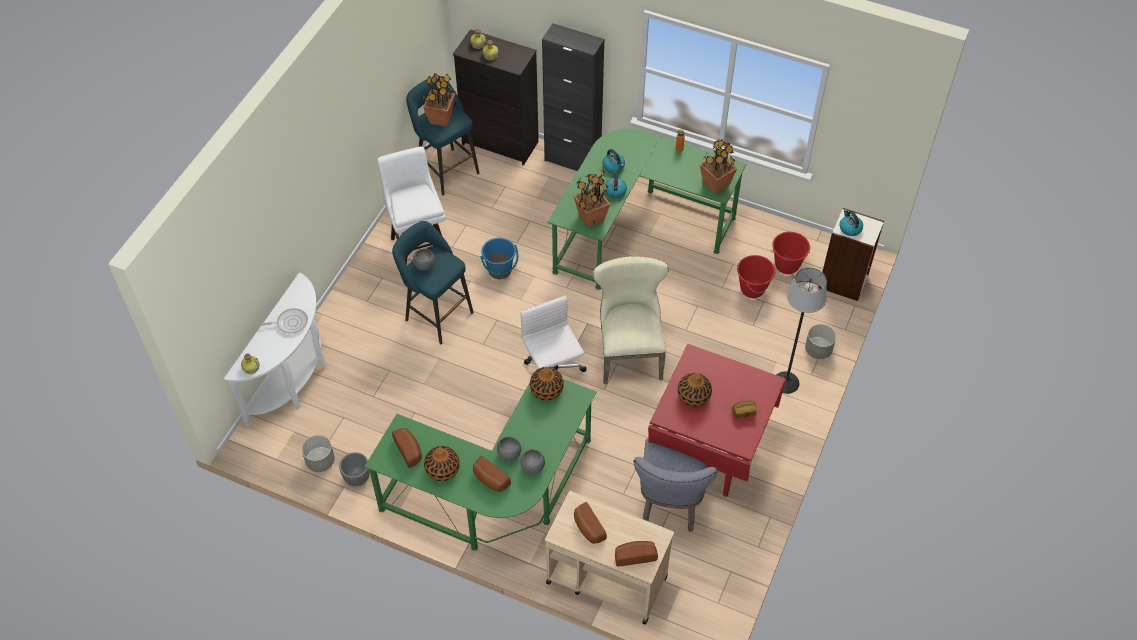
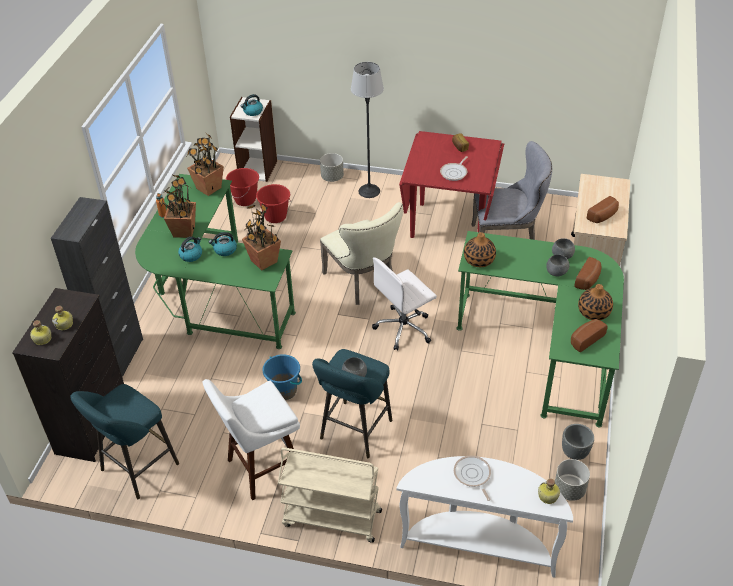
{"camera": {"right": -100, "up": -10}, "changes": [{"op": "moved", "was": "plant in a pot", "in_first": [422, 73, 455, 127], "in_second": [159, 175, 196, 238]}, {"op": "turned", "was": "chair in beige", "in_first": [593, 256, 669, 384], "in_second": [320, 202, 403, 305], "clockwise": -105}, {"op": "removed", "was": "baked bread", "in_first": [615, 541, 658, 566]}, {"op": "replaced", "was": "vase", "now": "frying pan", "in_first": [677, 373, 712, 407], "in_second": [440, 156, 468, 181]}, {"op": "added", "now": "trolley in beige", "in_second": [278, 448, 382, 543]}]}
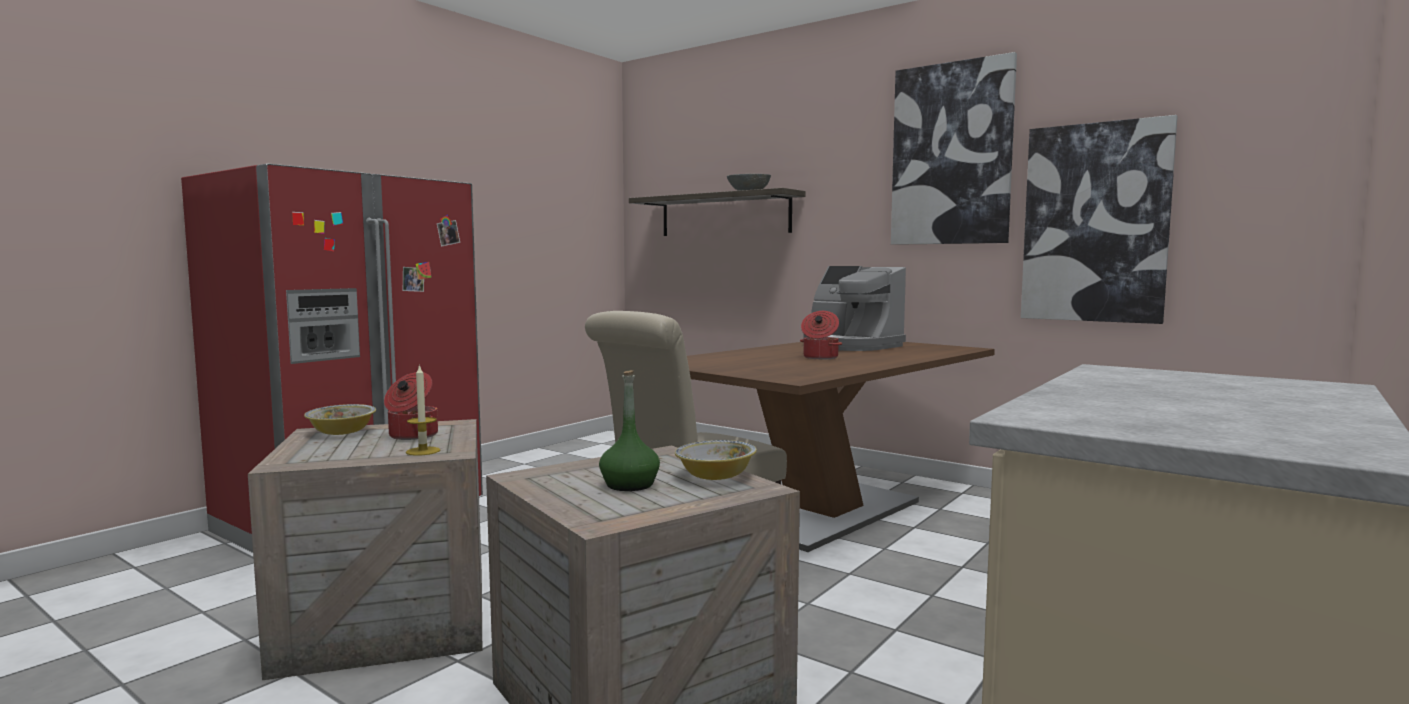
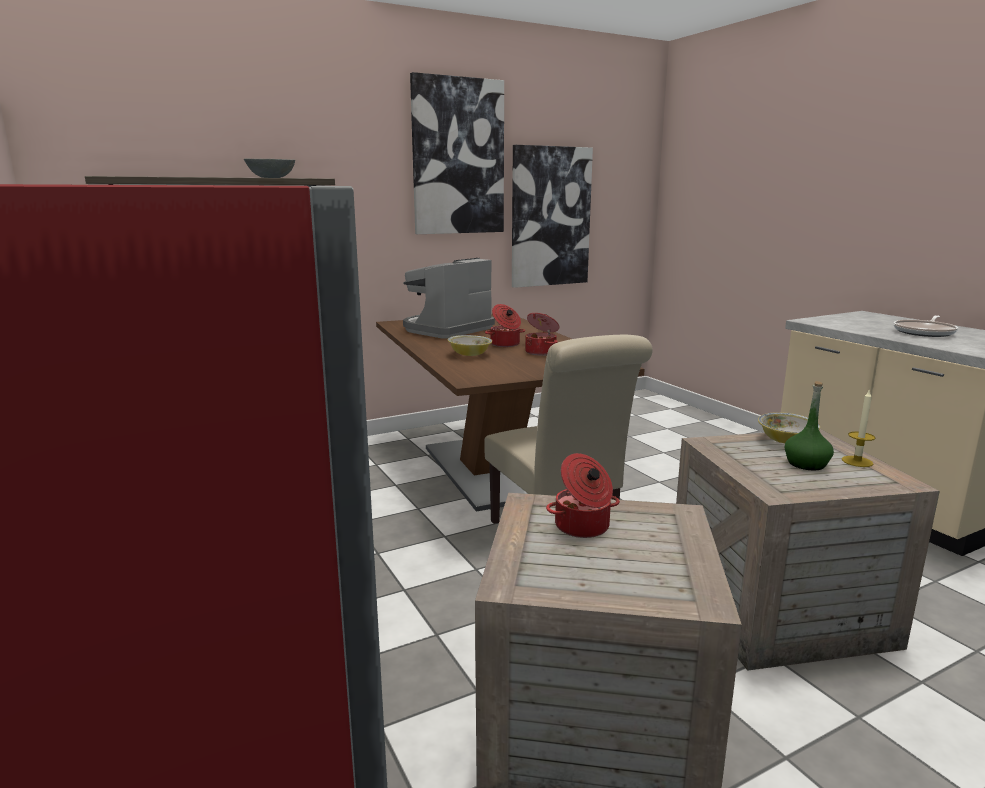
{"camera": {"right": -65, "up": 10}, "changes": [{"op": "moved", "was": "serving bowl", "in_first": [304, 404, 376, 435], "in_second": [448, 335, 492, 356]}, {"op": "moved", "was": "wax candle", "in_first": [406, 364, 440, 456], "in_second": [842, 389, 875, 467]}, {"op": "turned", "was": "coffee maker", "in_first": [804, 266, 906, 351], "in_second": [403, 258, 495, 339], "clockwise": 150}, {"op": "added", "now": "saucepot", "in_second": [525, 313, 559, 356]}, {"op": "added", "now": "frying pan", "in_second": [894, 315, 958, 337]}]}
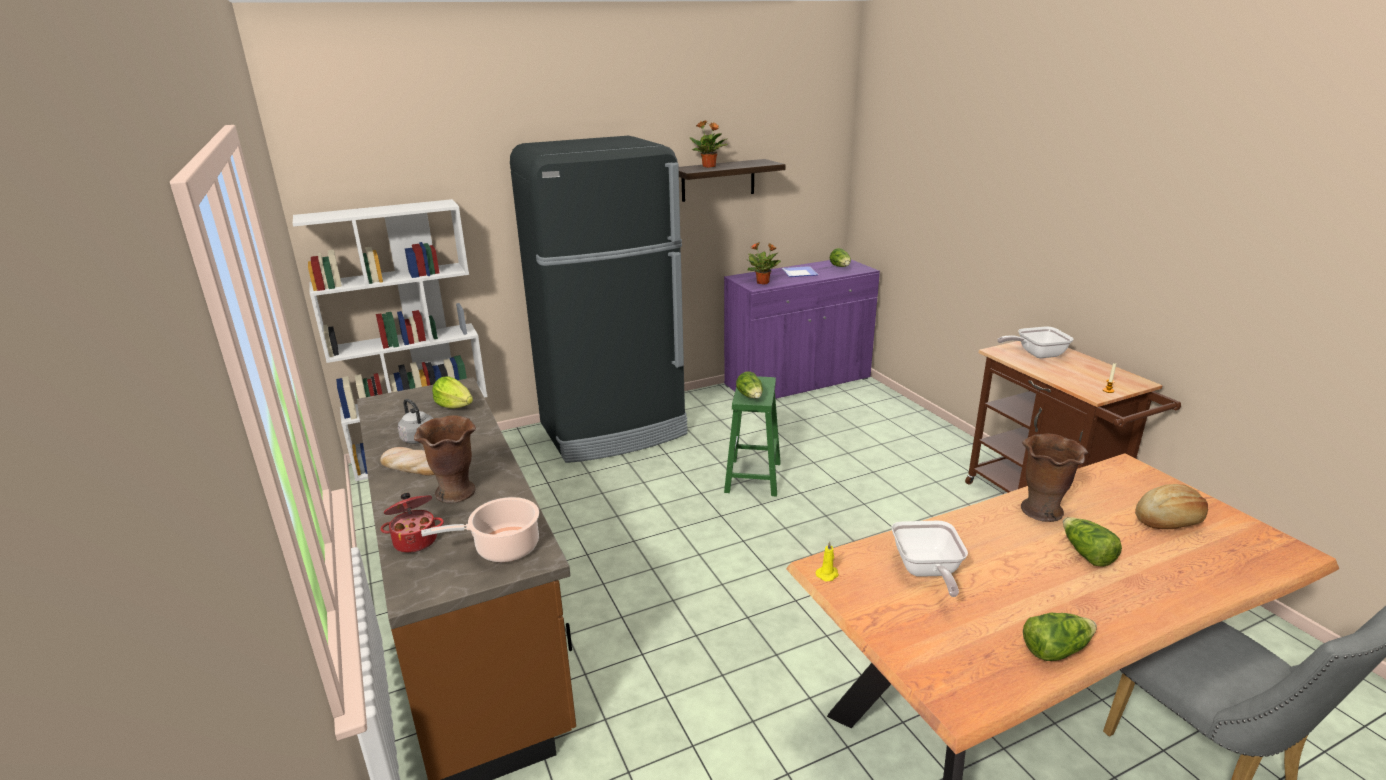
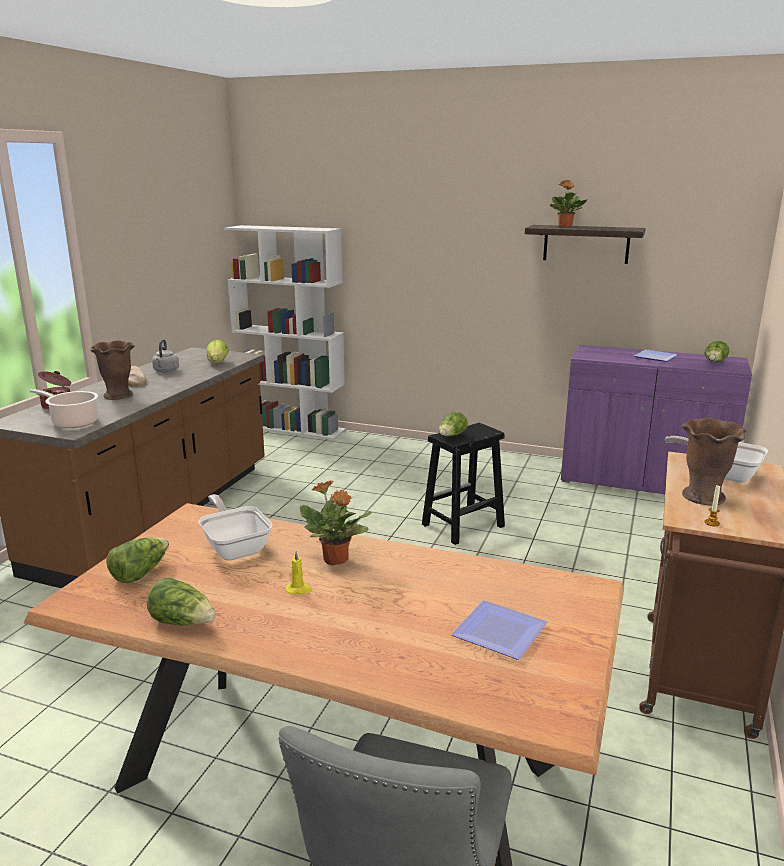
{"camera": {"right": 45, "up": -5}, "changes": [{"op": "removed", "was": "kitchen fridge in black-coloured", "in_first": [510, 136, 688, 463]}, {"op": "recoloured", "was": "sitting stool in greenish", "now": "sitting stool in black-coloured", "in_first": [724, 376, 781, 497], "in_second": [422, 423, 505, 545]}, {"op": "moved", "was": "plant in a pot", "in_first": [746, 242, 781, 285], "in_second": [300, 481, 372, 565]}, {"op": "moved", "was": "wax candle in yellow", "in_first": [815, 541, 839, 582], "in_second": [285, 551, 313, 595]}, {"op": "turned", "was": "frying pan", "in_first": [891, 521, 968, 597], "in_second": [198, 494, 273, 560], "clockwise": 105}, {"op": "moved", "was": "vase in brownish", "in_first": [1021, 433, 1088, 522], "in_second": [682, 418, 746, 506]}, {"op": "moved", "was": "head of lettuce", "in_first": [1063, 517, 1122, 567], "in_second": [106, 537, 169, 583]}, {"op": "replaced", "was": "baked bread", "now": "flat dish", "in_first": [1135, 484, 1208, 529], "in_second": [451, 600, 548, 660]}]}
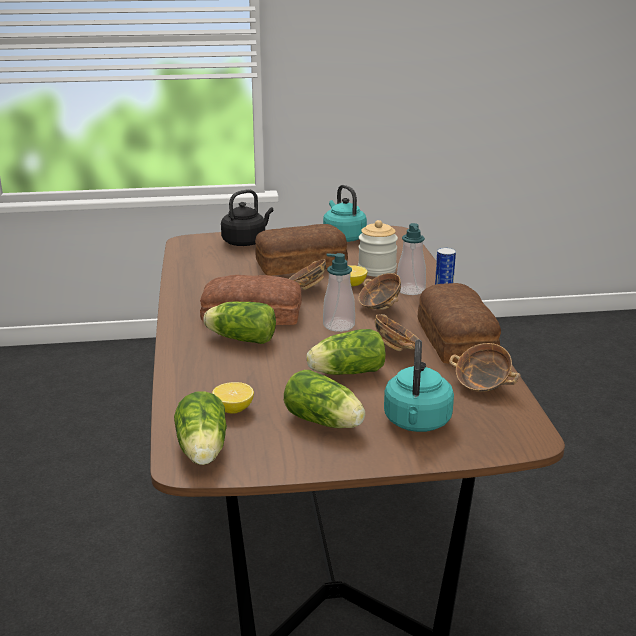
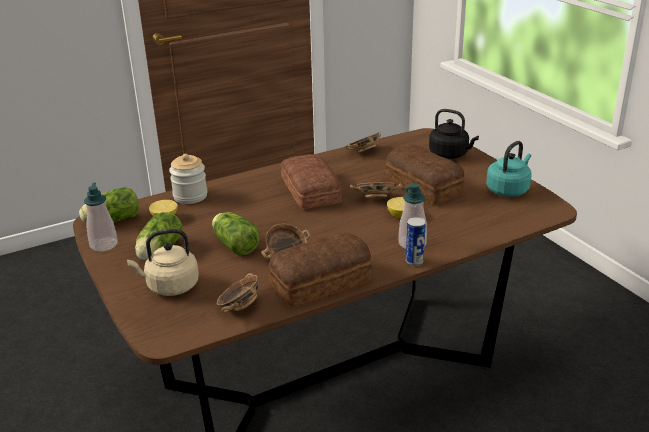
{"camera": {"right": 70, "up": 5}, "changes": [{"op": "removed", "was": "head of lettuce", "in_first": [203, 302, 276, 344]}, {"op": "moved", "was": "soap dispenser", "in_first": [323, 253, 355, 332], "in_second": [84, 182, 118, 252]}, {"op": "moved", "was": "storage jar", "in_first": [358, 220, 398, 277], "in_second": [169, 154, 207, 204]}, {"op": "moved", "was": "serving bowl", "in_first": [358, 273, 401, 310], "in_second": [346, 132, 381, 153]}, {"op": "recoloured", "was": "water kettle in turquoise", "now": "water kettle in beige", "in_first": [384, 339, 454, 432], "in_second": [127, 229, 199, 296]}]}
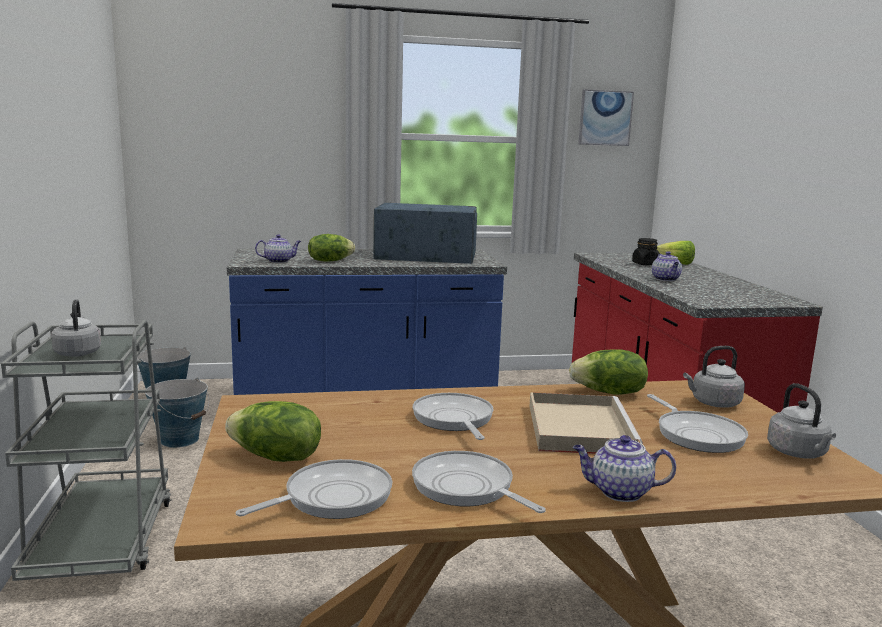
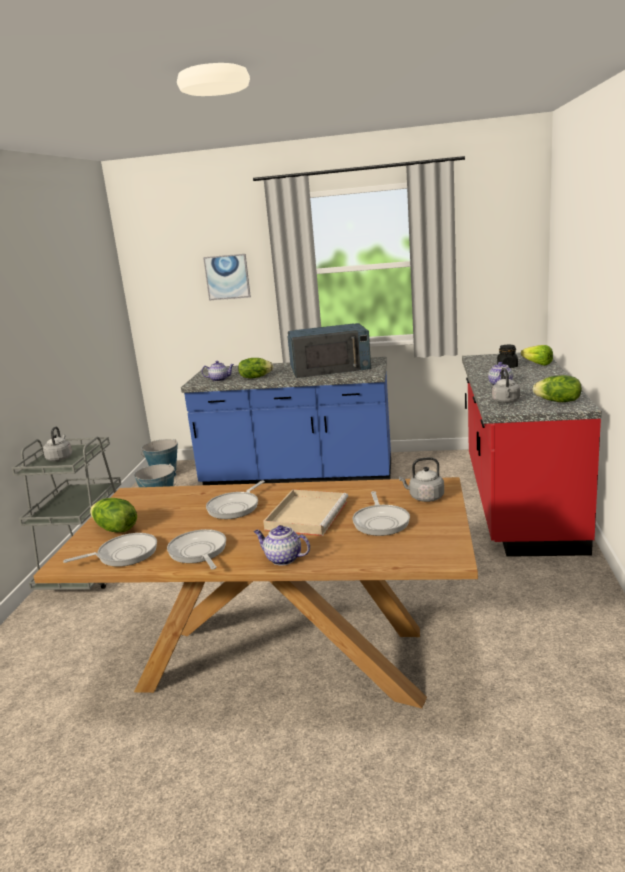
{"camera": {"right": 20, "up": 5}, "changes": [{"op": "turned", "was": "microwave oven in blue-coloured", "in_first": [373, 203, 477, 264], "in_second": [288, 323, 371, 378], "clockwise": 150}, {"op": "turned", "was": "frying pan", "in_first": [412, 393, 494, 440], "in_second": [206, 480, 265, 519], "clockwise": -150}, {"op": "moved", "was": "head of lettuce", "in_first": [569, 349, 648, 395], "in_second": [533, 375, 582, 402]}, {"op": "moved", "was": "wall picture", "in_first": [578, 89, 634, 146], "in_second": [203, 254, 251, 300]}, {"op": "moved", "was": "water kettle in gray", "in_first": [767, 383, 836, 459], "in_second": [492, 368, 520, 403]}]}
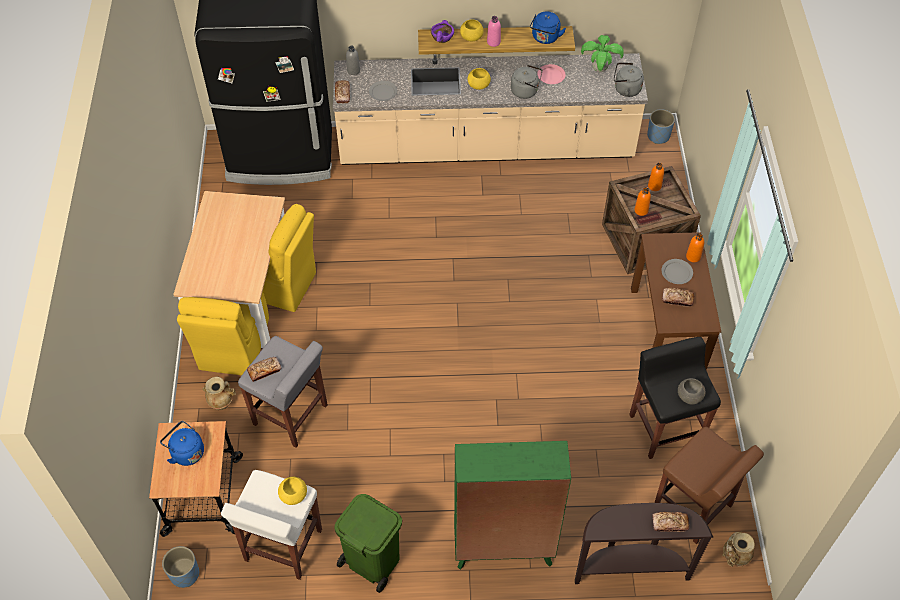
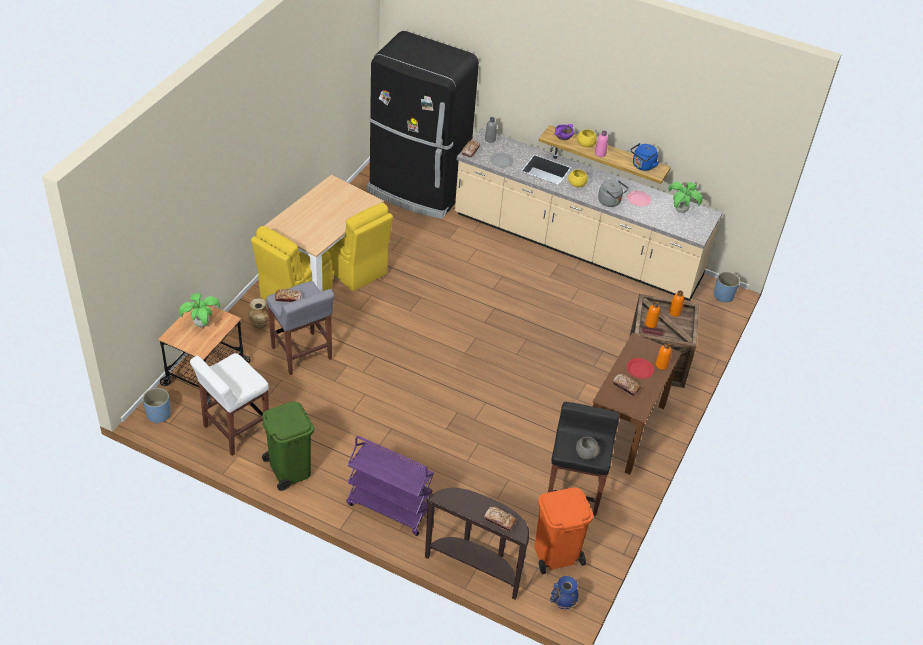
{"camera": {"right": 25, "up": -10}, "changes": [{"op": "replaced", "was": "water kettle in blue-coloured", "now": "plant in a pot", "in_first": [160, 421, 204, 466], "in_second": [179, 293, 220, 327]}, {"op": "removed", "was": "serving bowl in yellow", "in_first": [278, 477, 307, 505]}, {"op": "replaced", "was": "shelving unit in greenish", "now": "trolley in purplish", "in_first": [454, 441, 571, 570], "in_second": [346, 436, 434, 536]}, {"op": "removed", "was": "water kettle in gray", "in_first": [614, 62, 644, 97]}, {"op": "replaced", "was": "sitting stool in brownish", "now": "trash can in orange-coloured", "in_first": [654, 427, 764, 544], "in_second": [534, 488, 593, 574]}, {"op": "recoloured", "was": "flat dish in gray", "now": "flat dish in reddish", "in_first": [662, 259, 693, 284], "in_second": [626, 358, 654, 379]}, {"op": "recoloured", "was": "vase in beige", "now": "vase in blue-coloured", "in_first": [722, 532, 755, 567], "in_second": [550, 576, 578, 609]}]}
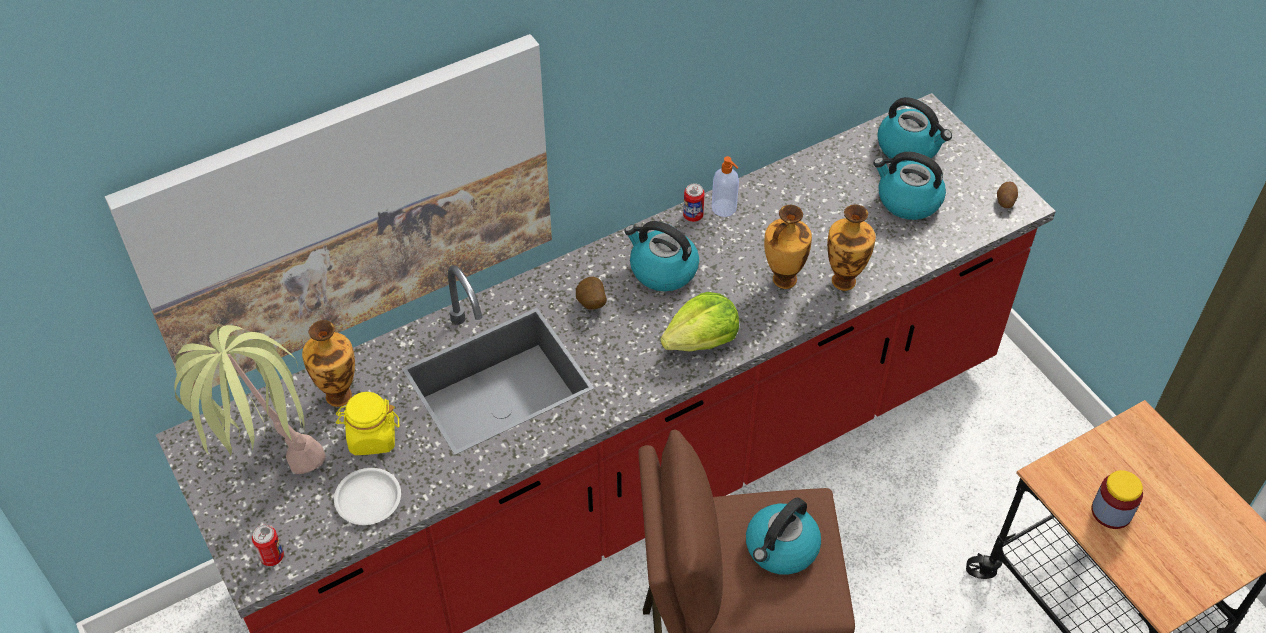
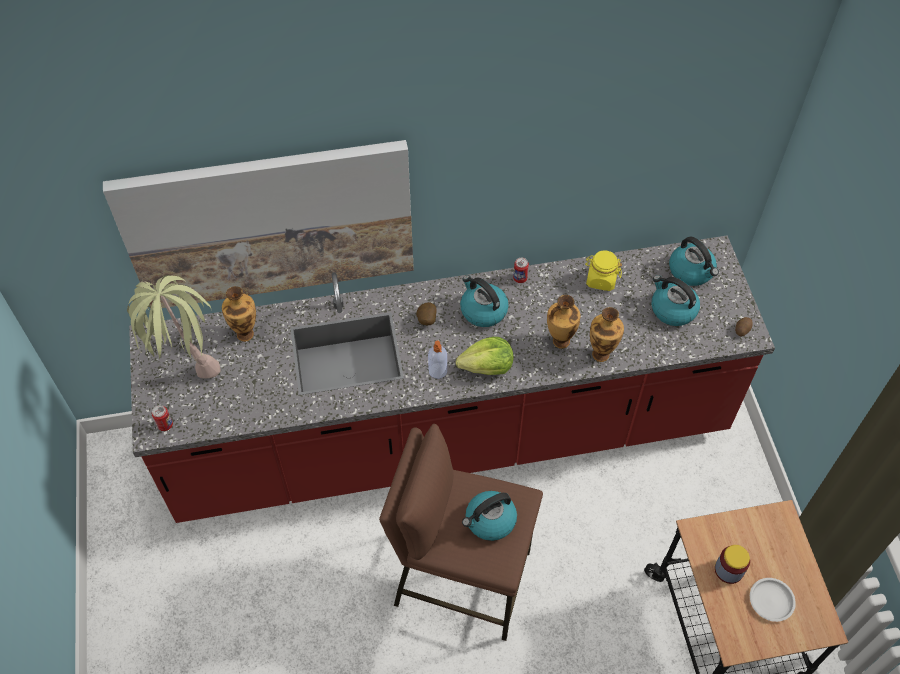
{"camera": {"right": 20, "up": 5}, "changes": [{"op": "moved", "was": "flat dish in white", "in_first": [334, 468, 401, 525], "in_second": [750, 578, 796, 622]}, {"op": "moved", "was": "storage jar in yellow", "in_first": [336, 392, 399, 455], "in_second": [585, 250, 622, 291]}, {"op": "moved", "was": "soap dispenser", "in_first": [712, 156, 739, 217], "in_second": [428, 340, 447, 379]}]}
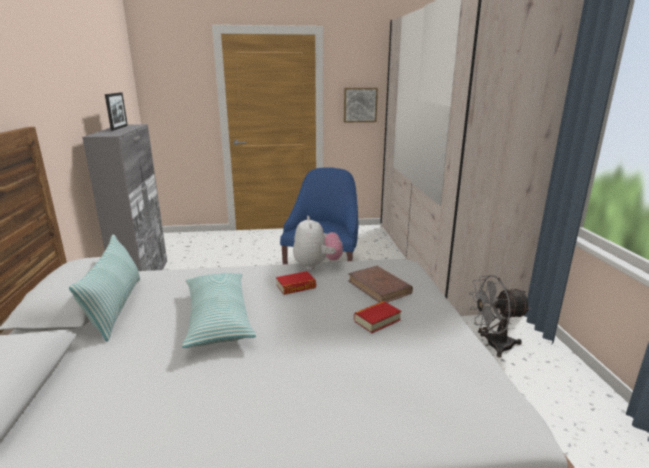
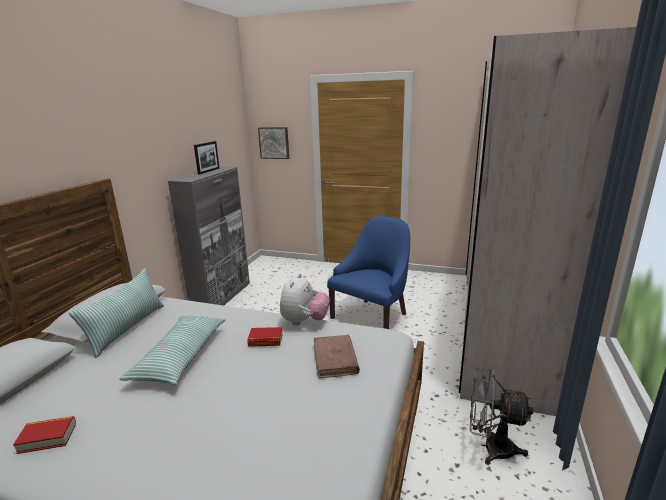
{"camera": {"right": 25, "up": 0}, "changes": [{"op": "moved", "was": "wall picture", "in_first": [344, 88, 378, 122], "in_second": [258, 127, 289, 159]}, {"op": "moved", "was": "volume", "in_first": [354, 301, 401, 333], "in_second": [13, 416, 76, 454]}]}
